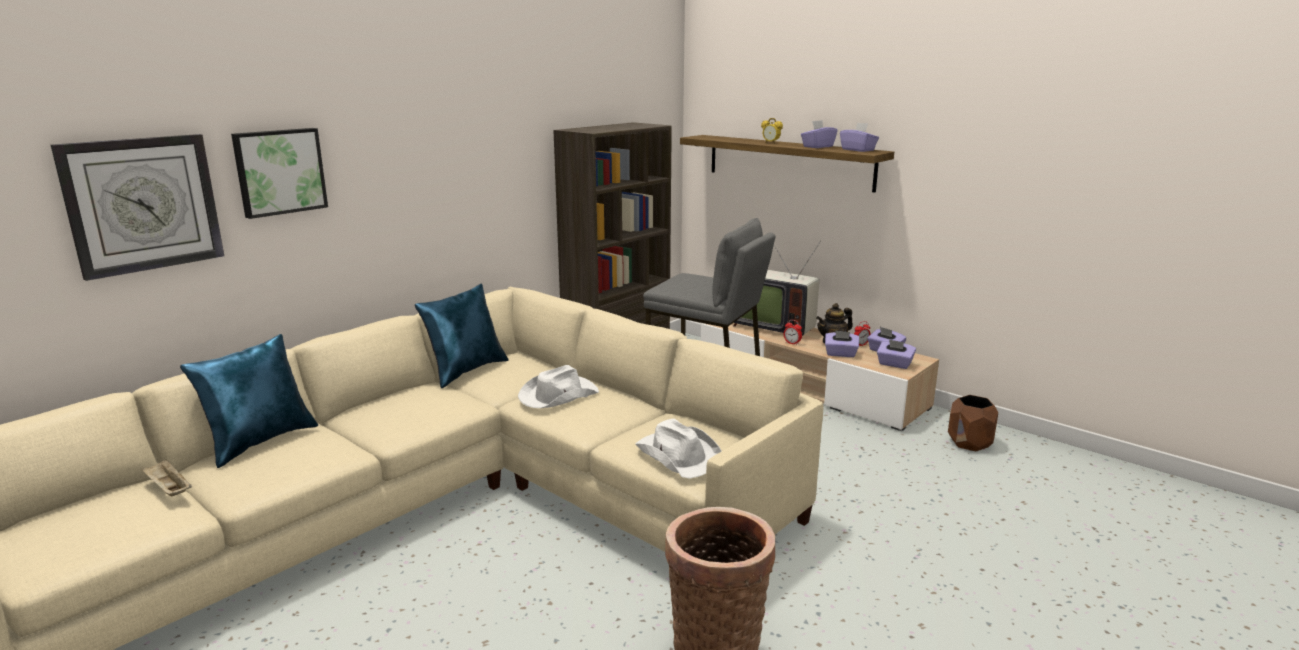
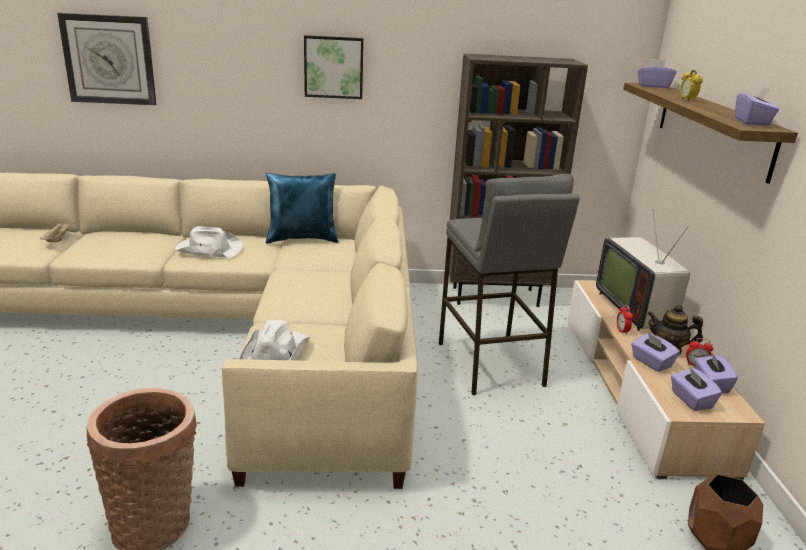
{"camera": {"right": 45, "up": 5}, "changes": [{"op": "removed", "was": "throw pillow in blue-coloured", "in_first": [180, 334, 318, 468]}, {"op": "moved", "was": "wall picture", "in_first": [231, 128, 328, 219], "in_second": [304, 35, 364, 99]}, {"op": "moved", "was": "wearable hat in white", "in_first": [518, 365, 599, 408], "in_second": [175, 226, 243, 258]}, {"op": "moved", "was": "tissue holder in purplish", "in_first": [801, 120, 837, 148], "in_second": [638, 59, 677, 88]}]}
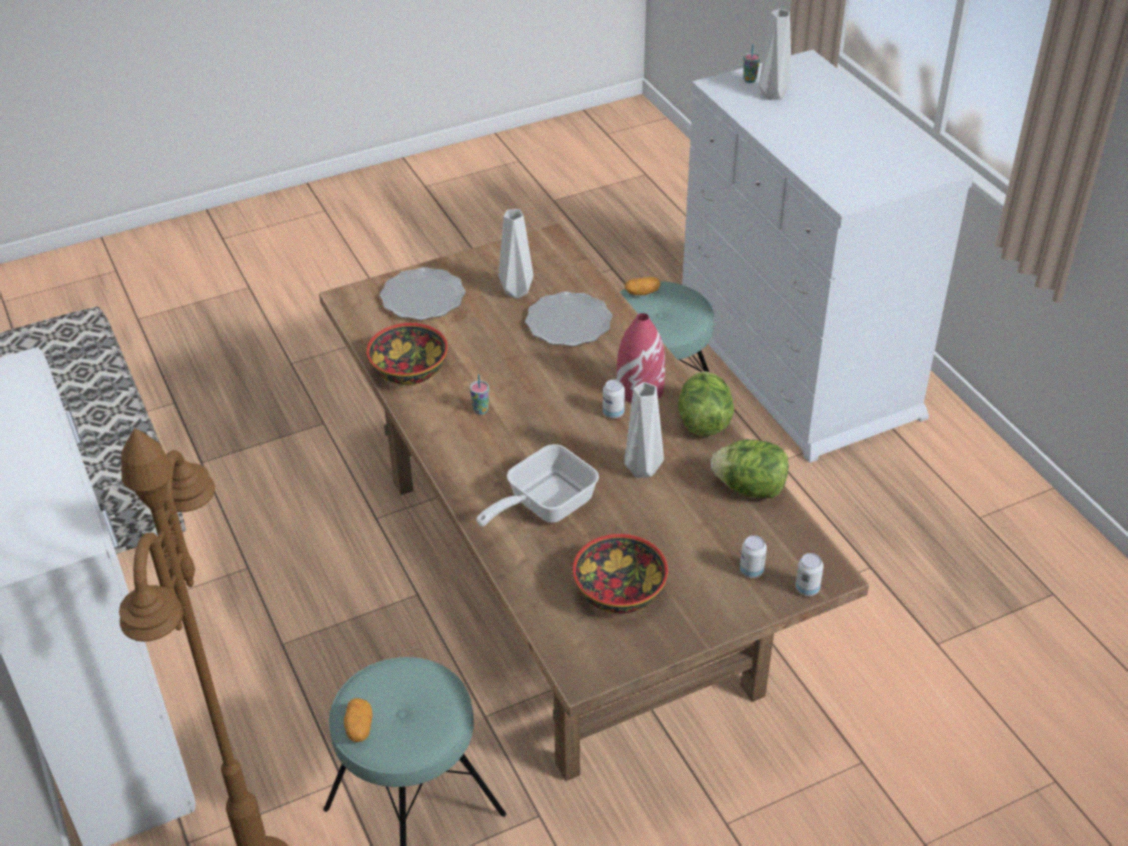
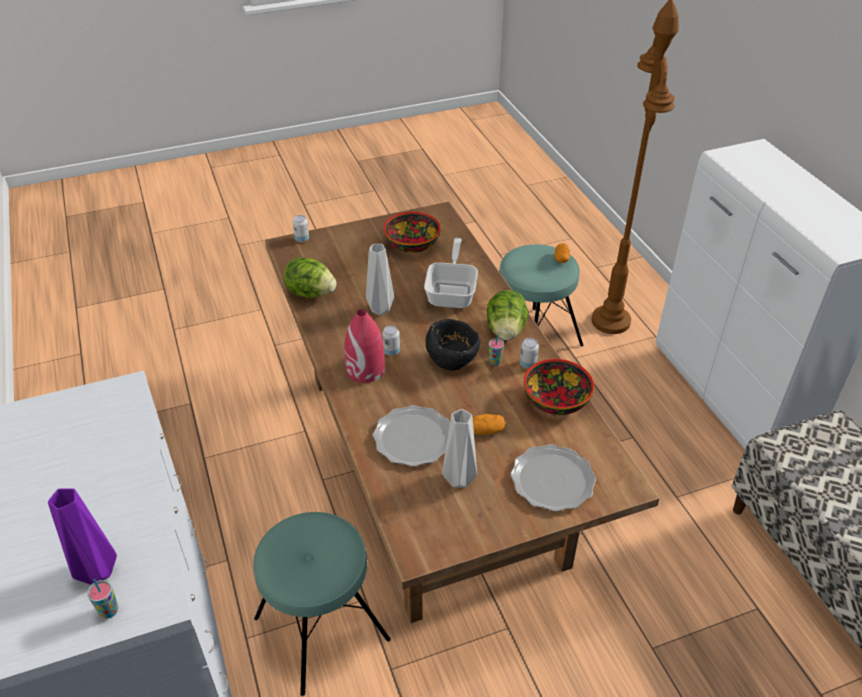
{"camera": {"right": -175, "up": 0}, "changes": [{"op": "turned", "was": "frying pan", "in_first": [476, 444, 599, 526], "in_second": [424, 238, 478, 308], "clockwise": -45}, {"op": "moved", "was": "spud", "in_first": [625, 277, 661, 295], "in_second": [473, 414, 505, 435]}, {"op": "moved", "was": "head of lettuce", "in_first": [678, 371, 734, 436], "in_second": [487, 290, 528, 340]}, {"op": "moved", "was": "metal can", "in_first": [740, 535, 767, 578], "in_second": [520, 338, 539, 368]}, {"op": "recoloured", "was": "vase in gray", "now": "vase in purplish", "in_first": [759, 9, 792, 100], "in_second": [48, 488, 117, 585]}, {"op": "added", "now": "serving bowl in black-coloured", "in_second": [426, 319, 480, 371]}]}
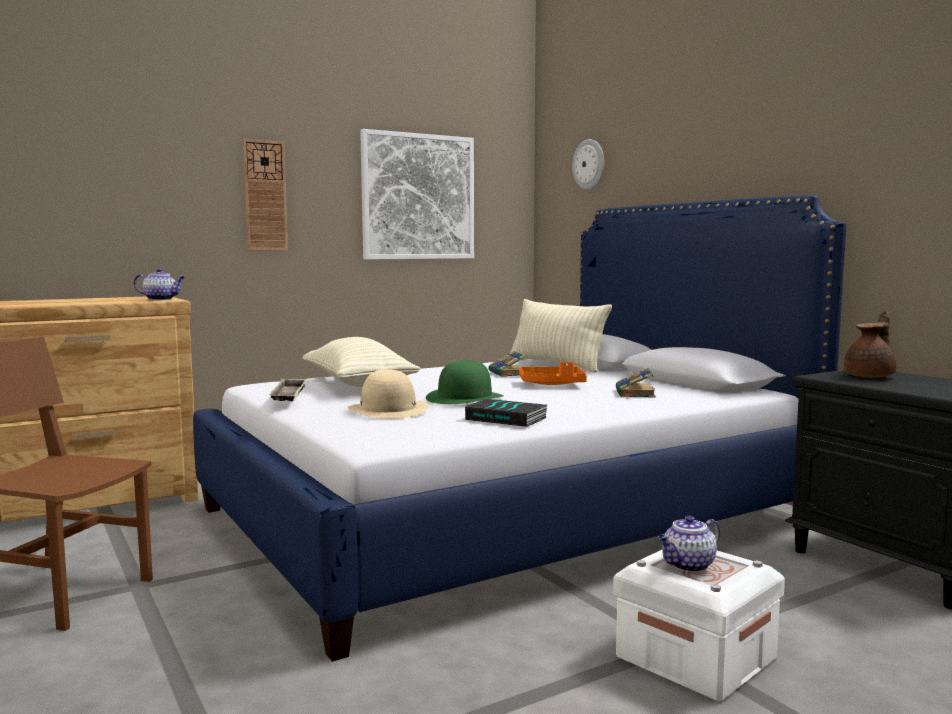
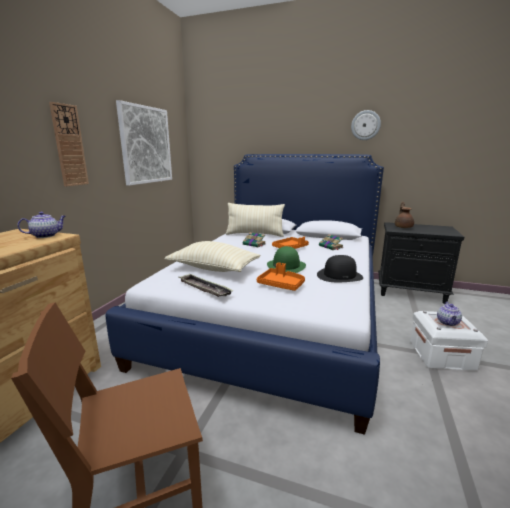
{"camera": {"right": -40, "up": 10}, "changes": [{"op": "replaced", "was": "wearable hat in beige", "now": "tray in orange-coloured", "in_first": [348, 369, 429, 419], "in_second": [257, 262, 305, 291]}, {"op": "replaced", "was": "volume", "now": "wearable hat in black-coloured", "in_first": [465, 399, 548, 427], "in_second": [317, 255, 363, 282]}, {"op": "moved", "was": "clock on the wall", "in_first": [572, 139, 604, 190], "in_second": [351, 110, 381, 140]}]}
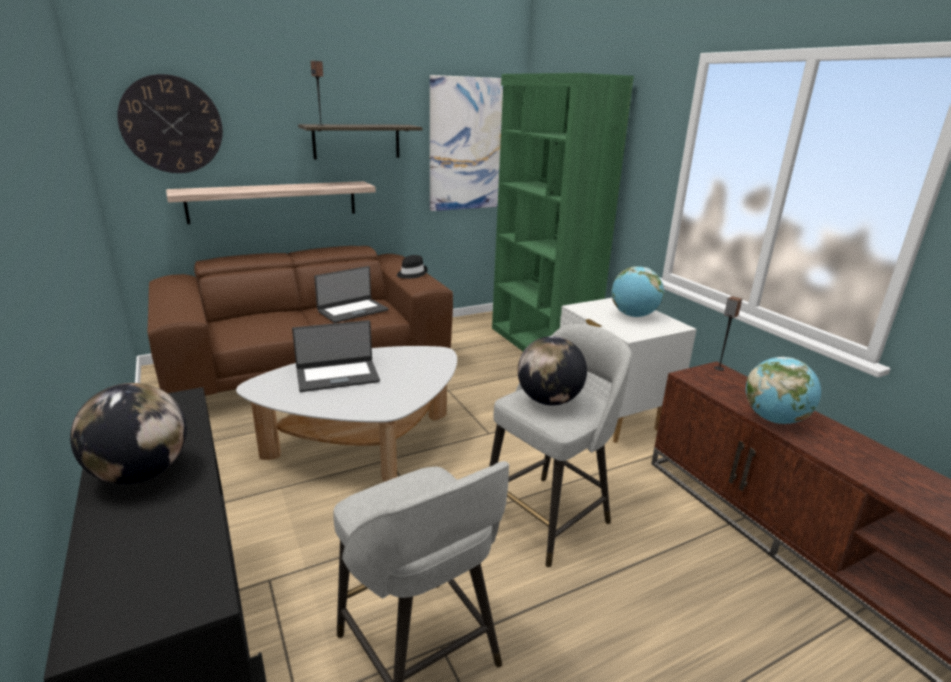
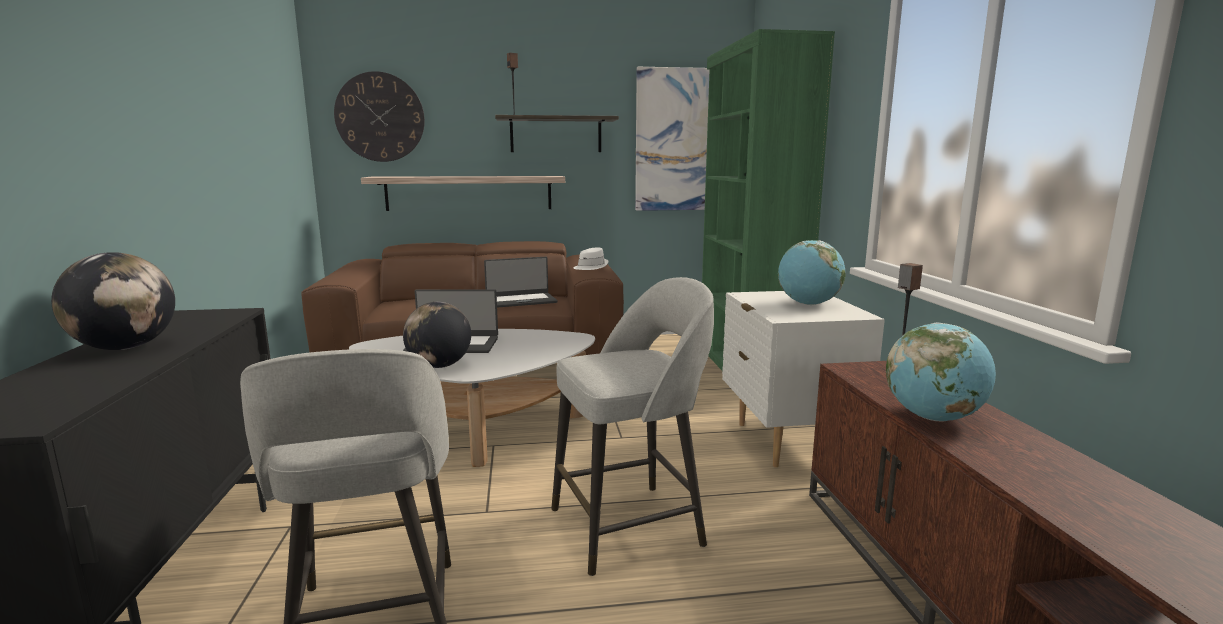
{"camera": {"right": 20, "up": -10}, "changes": [{"op": "recoloured", "was": "wearable hat in black-coloured", "now": "wearable hat in white", "in_first": [397, 255, 428, 279], "in_second": [574, 248, 608, 270]}, {"op": "moved", "was": "desk globe", "in_first": [518, 336, 587, 405], "in_second": [403, 302, 471, 368]}]}
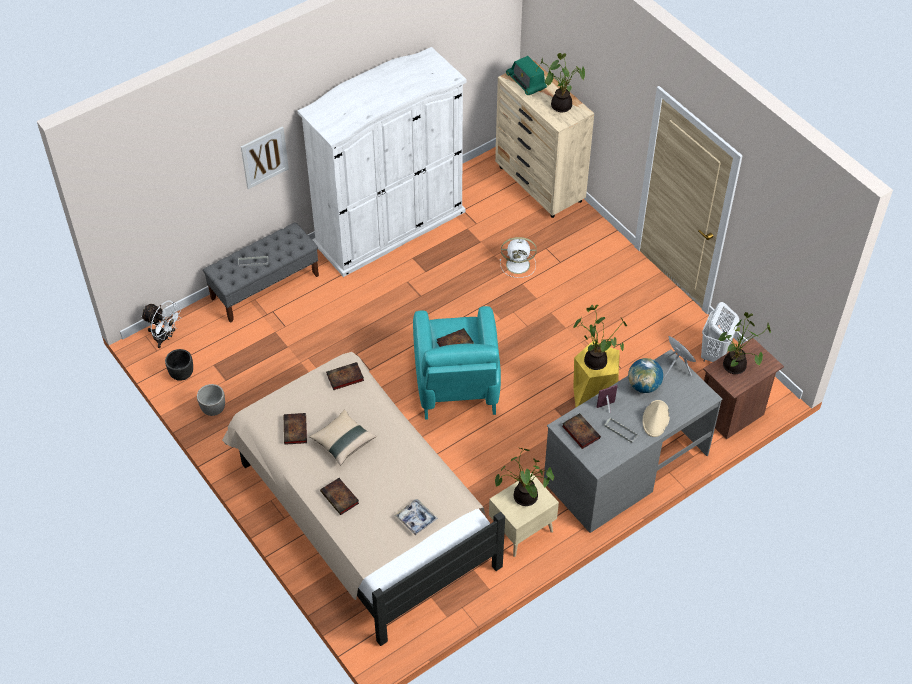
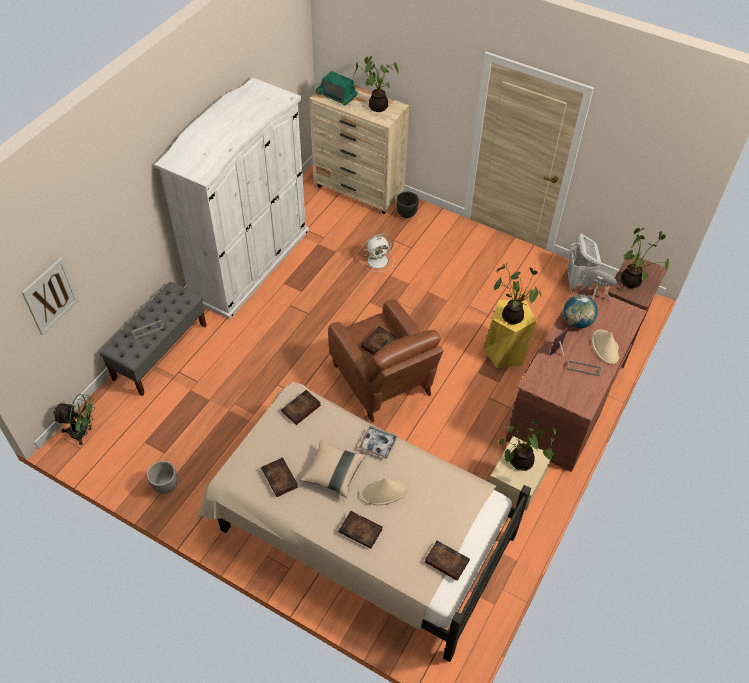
{"camera": {"right": -25, "up": 0}, "changes": [{"op": "recoloured", "was": "fan in white", "now": "fan in greenish", "in_first": [141, 301, 181, 348], "in_second": [54, 394, 95, 445]}, {"op": "moved", "was": "flower pot in black-coloured", "in_first": [165, 349, 193, 381], "in_second": [396, 192, 419, 218]}, {"op": "moved", "was": "wall picture", "in_first": [241, 126, 289, 189], "in_second": [22, 258, 79, 335]}, {"op": "moved", "was": "tray", "in_first": [395, 499, 438, 536], "in_second": [358, 426, 398, 459]}, {"op": "recoloured", "was": "easy chair in turquoise", "now": "easy chair in brownish", "in_first": [413, 306, 501, 420], "in_second": [328, 299, 443, 422]}, {"op": "recoloured", "was": "desk unit in gray", "now": "desk unit in brownish", "in_first": [544, 350, 723, 533], "in_second": [506, 283, 647, 472]}, {"op": "moved", "was": "volume", "in_first": [562, 413, 601, 449], "in_second": [425, 540, 470, 581]}, {"op": "added", "now": "wearable hat in beige", "in_second": [360, 479, 407, 505]}]}
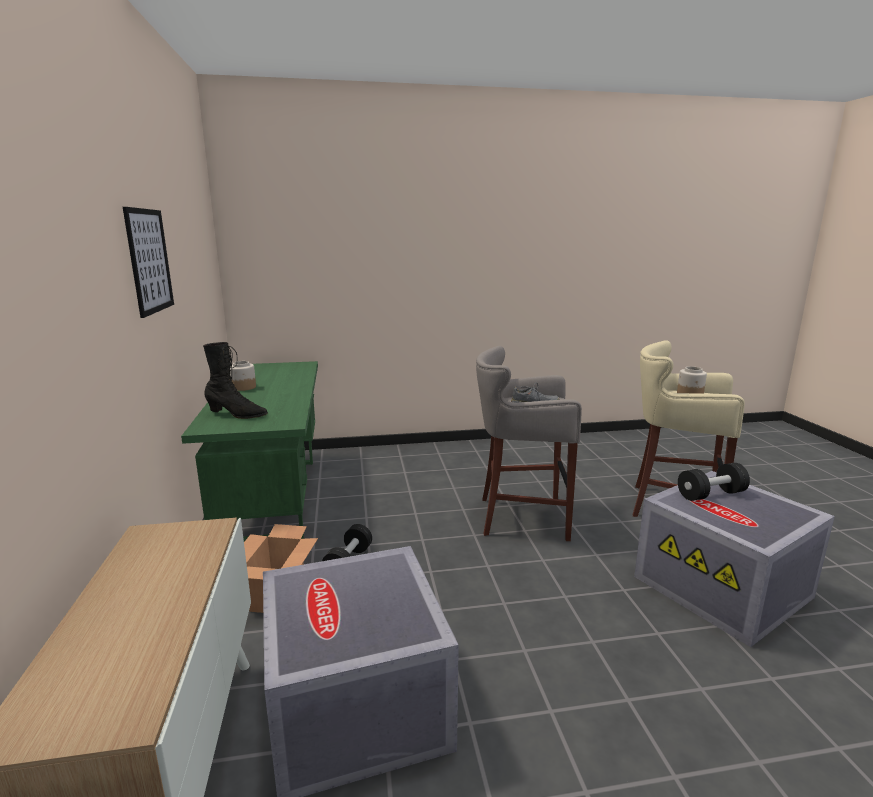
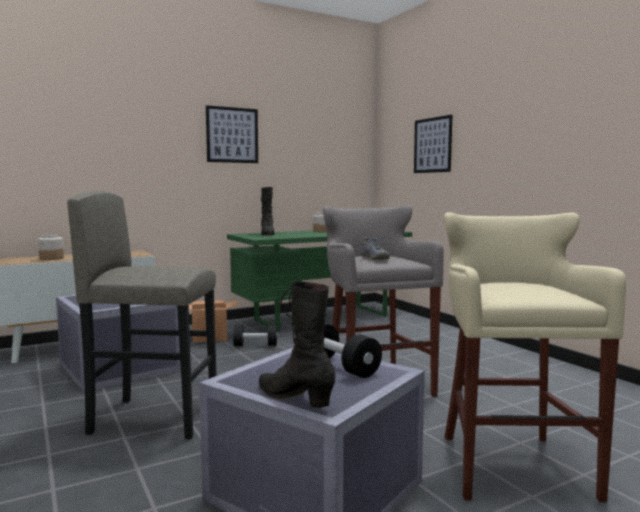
{"camera": {"right": 70, "up": -10}, "changes": [{"op": "moved", "was": "storage jar", "in_first": [677, 366, 707, 394], "in_second": [38, 234, 64, 260]}, {"op": "added", "now": "sitting stool in gray", "in_second": [67, 191, 216, 439]}, {"op": "added", "now": "tall boot in black-coloured", "in_second": [259, 281, 335, 408]}, {"op": "added", "now": "wall picture", "in_second": [414, 115, 452, 173]}]}
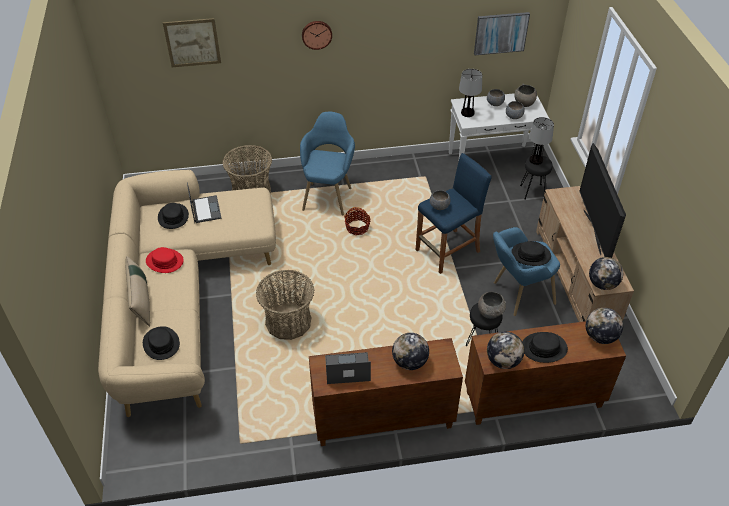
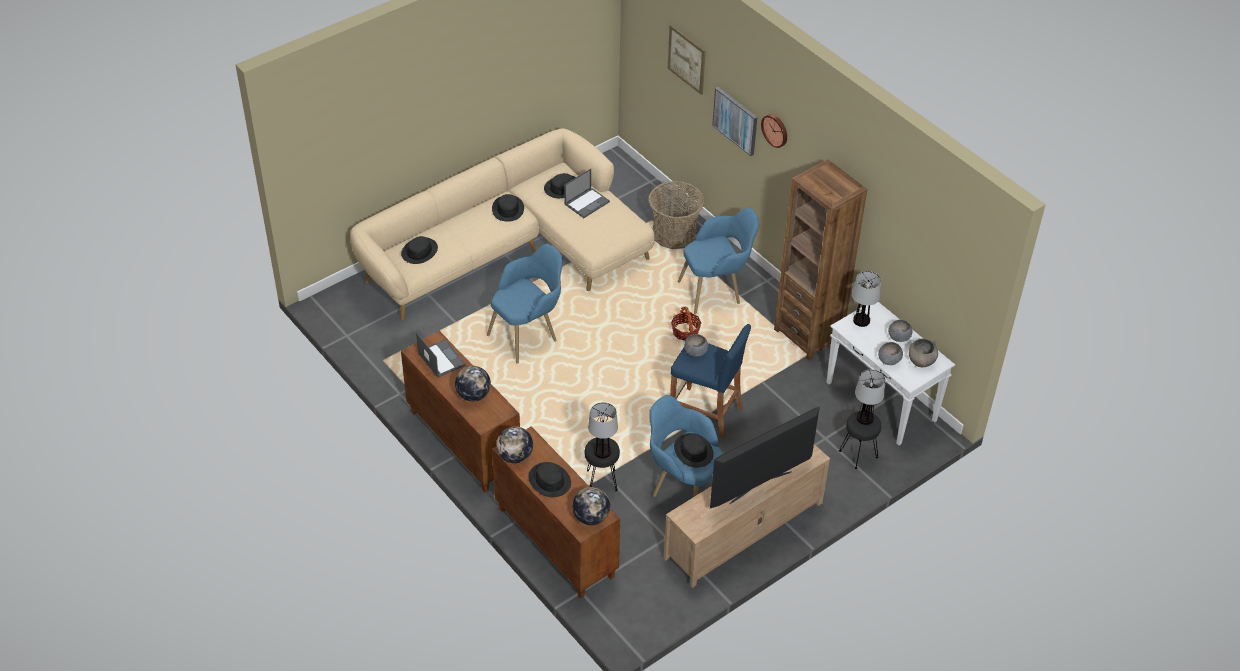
{"camera": {"right": 60, "up": 0}, "changes": [{"op": "removed", "was": "throw pillow in beige", "in_first": [125, 256, 150, 326]}, {"op": "recoloured", "was": "wearable hat in reddish", "now": "wearable hat in black-coloured", "in_first": [146, 247, 184, 273], "in_second": [492, 194, 524, 222]}, {"op": "replaced", "was": "basket", "now": "easy chair in blue-coloured", "in_first": [256, 270, 314, 340], "in_second": [487, 244, 563, 364]}, {"op": "moved", "was": "wall picture", "in_first": [474, 12, 530, 55], "in_second": [712, 87, 757, 156]}, {"op": "replaced", "was": "serving bowl in gray", "now": "table lamp", "in_first": [478, 292, 506, 319], "in_second": [588, 402, 618, 458]}, {"op": "removed", "was": "desk globe", "in_first": [589, 257, 623, 290]}, {"op": "added", "now": "shelving unit in brownish", "in_second": [774, 159, 867, 361]}]}
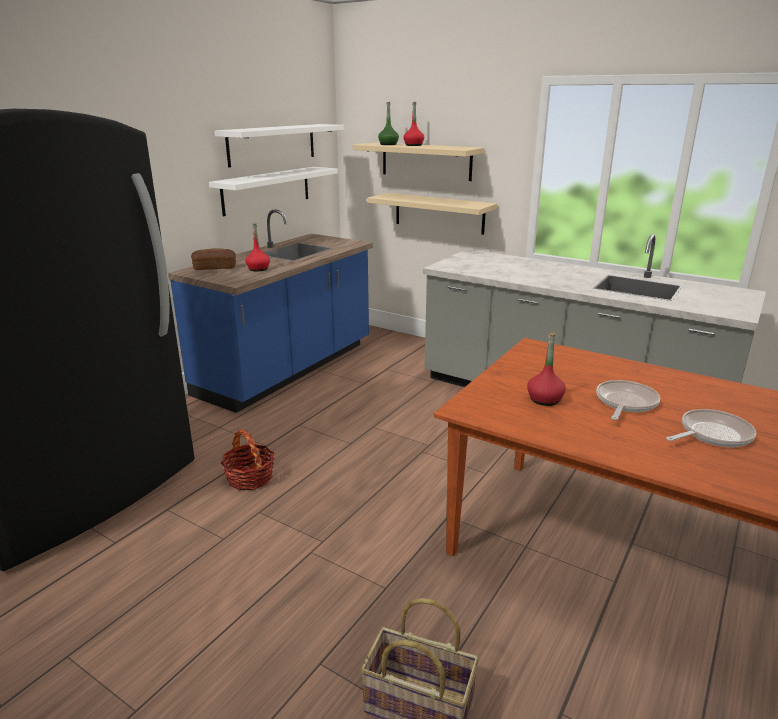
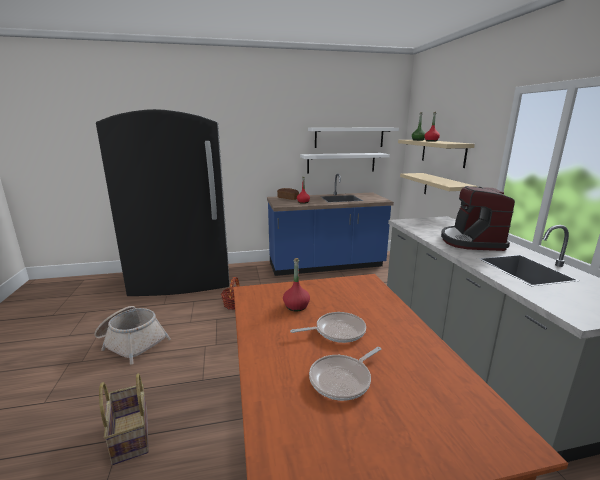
{"camera": {"right": 45, "up": -5}, "changes": [{"op": "turned", "was": "frying pan", "in_first": [666, 409, 756, 447], "in_second": [309, 347, 382, 401], "clockwise": 120}, {"op": "added", "now": "basket", "in_second": [95, 306, 171, 365]}, {"op": "added", "now": "coffee maker", "in_second": [441, 186, 515, 251]}]}
